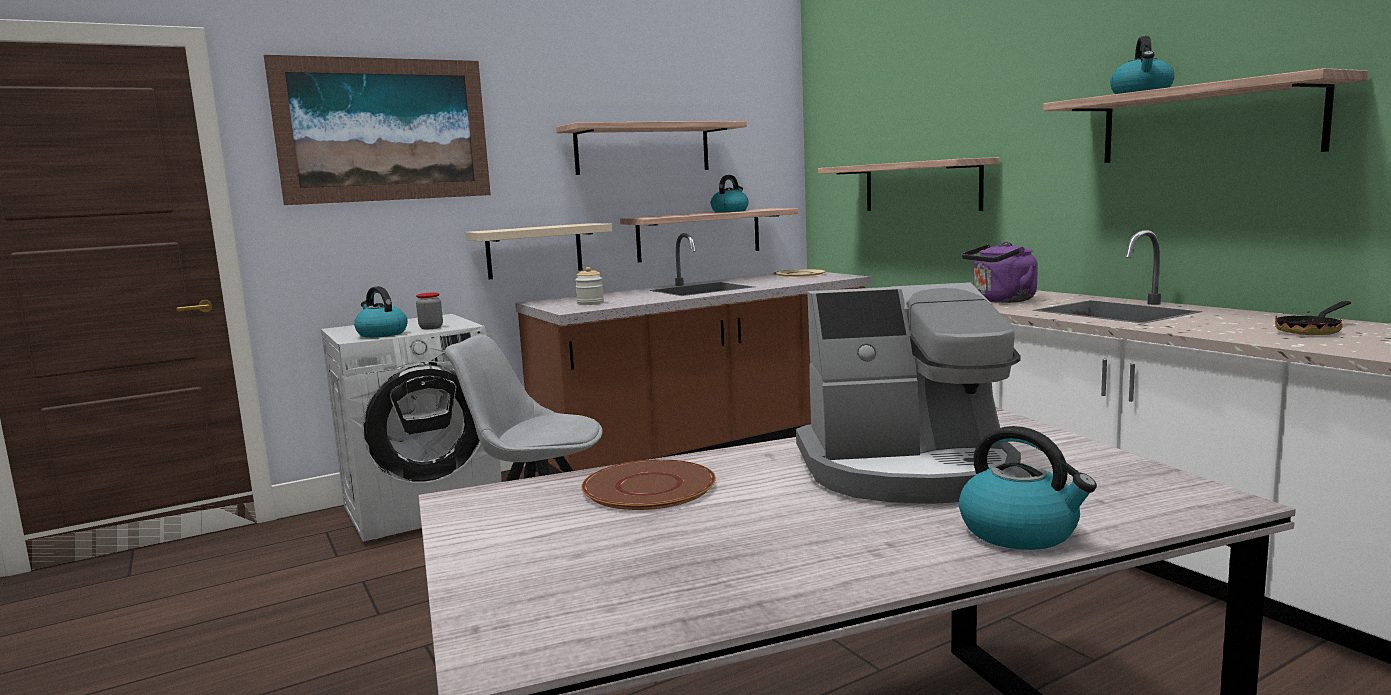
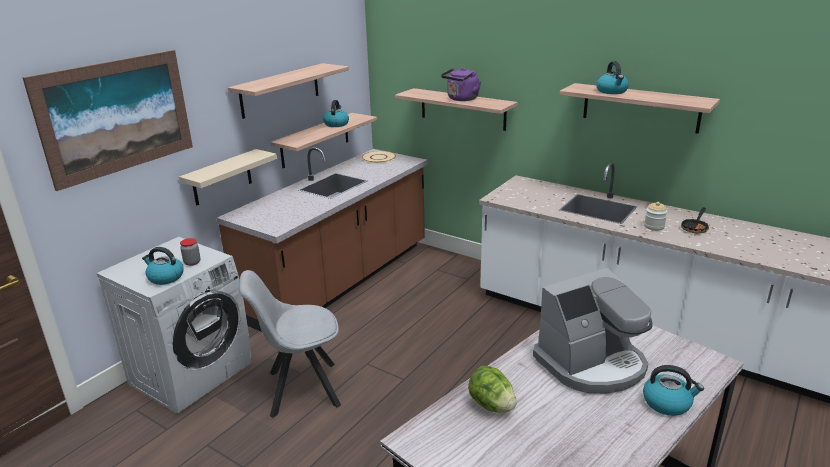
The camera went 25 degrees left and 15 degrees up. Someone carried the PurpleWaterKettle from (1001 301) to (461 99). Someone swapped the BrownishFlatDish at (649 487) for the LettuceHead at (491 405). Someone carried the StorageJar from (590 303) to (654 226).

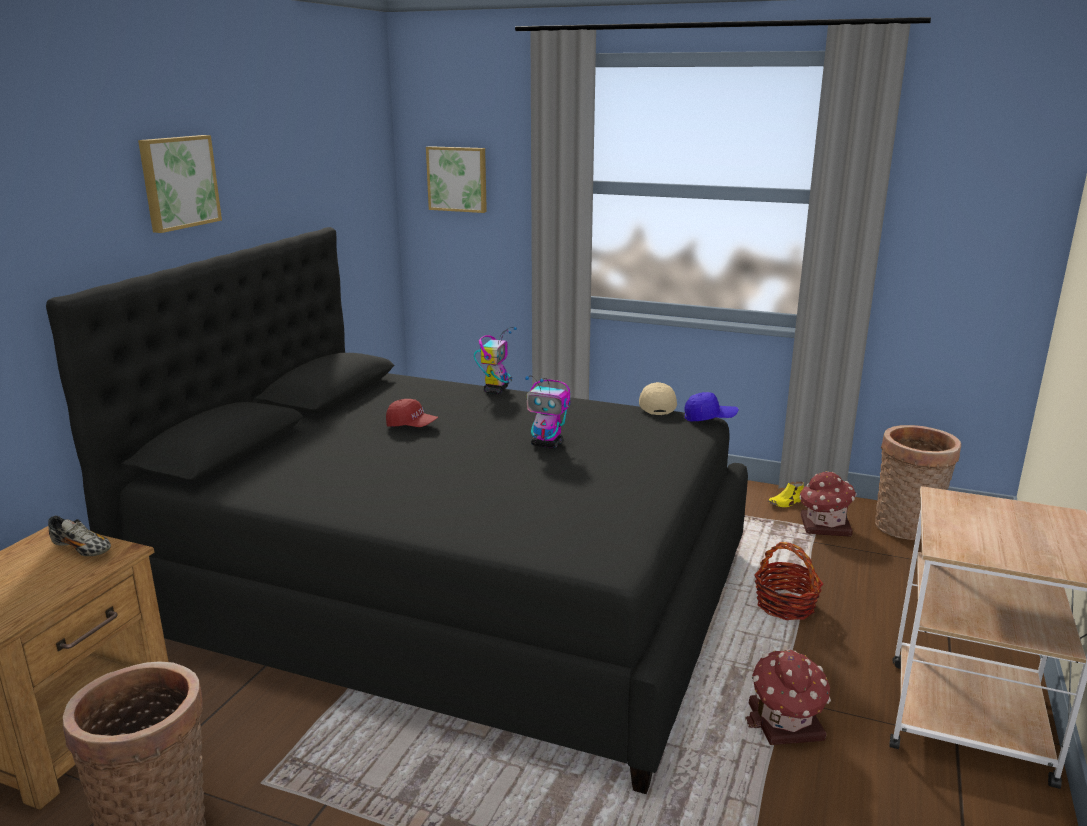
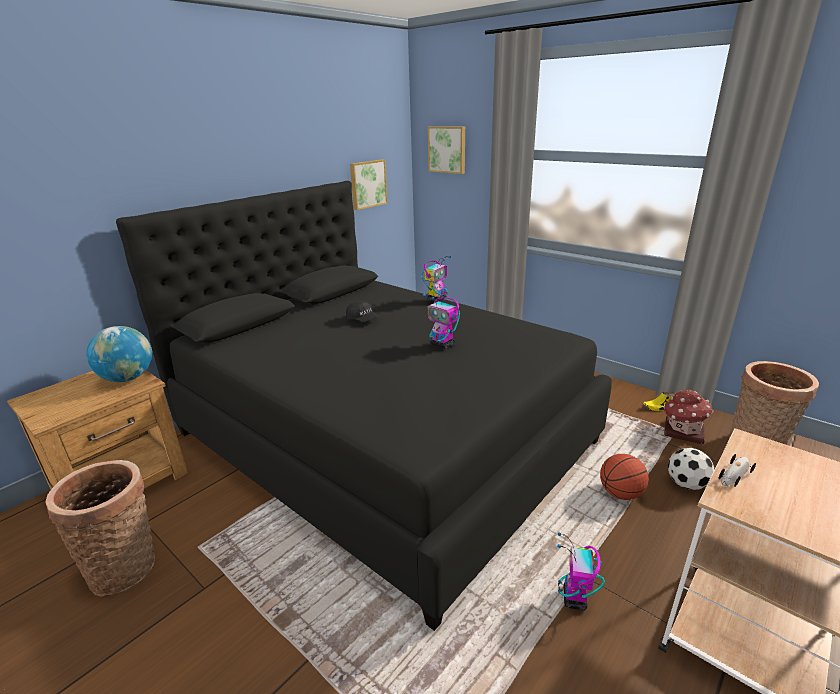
The camera went 20 degrees right and 5 degrees up. Someone swapped the LowShoe at (82 550) for the WorldGlobe at (128 378). Someone repainted the RedColouredCap at (412 426), which became the BlackCap at (363 320). Someone carried the WallPicture from (178 182) to (367 184). Someone swapped the ModelHouse at (785 723) for the ModelRobot at (574 599). Someone swapped the HouseholdBasket at (785 605) for the BasketballBall at (620 493). Someone put down the BallForFootball at (686 484). Someone put down the MiniatureCar at (734 475). Someone took away the BeigeCap at (656 406). Someone took away the BlueCap at (710 418).

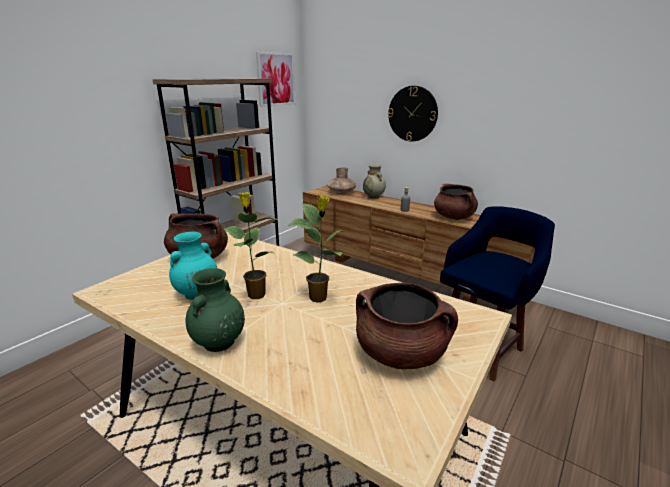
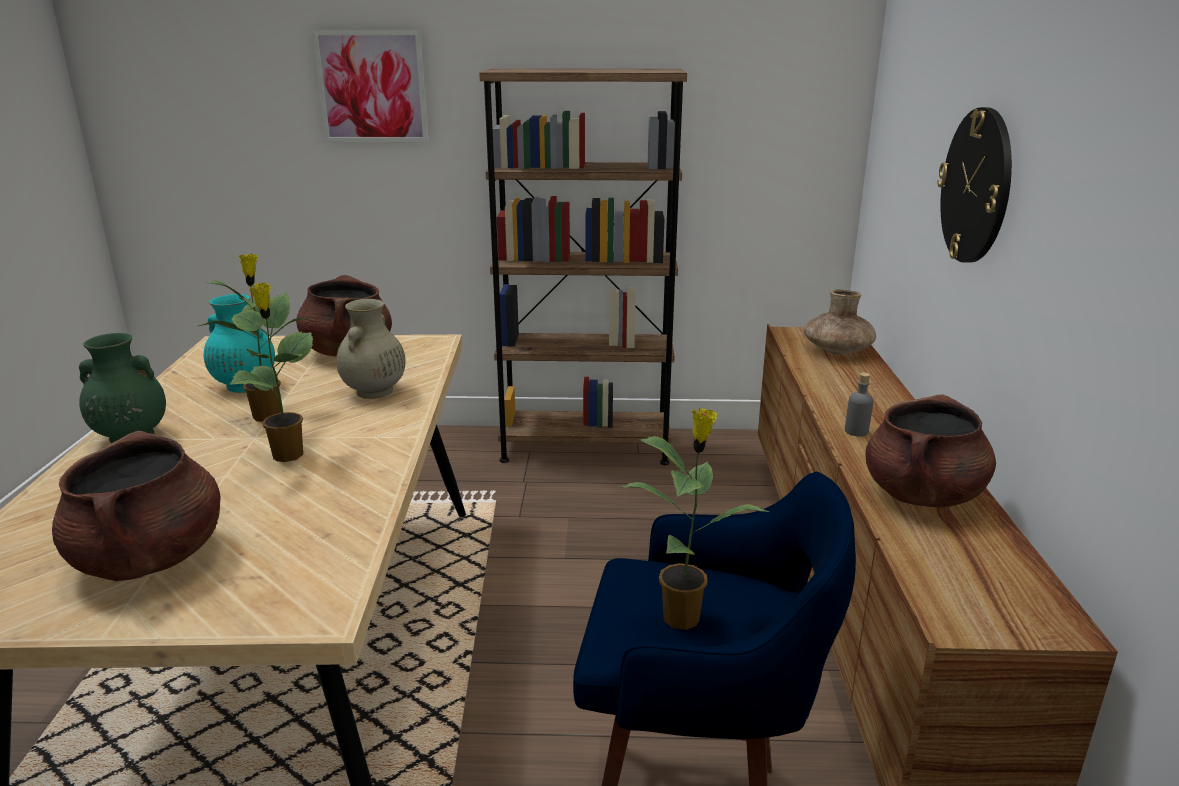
The camera went 55 degrees right and 0 degrees up. Someone carried the WallPicture from (276 79) to (372 87). Someone carried the BeigeVase from (374 196) to (374 392). Someone put down the PottedPlant at (683 616).

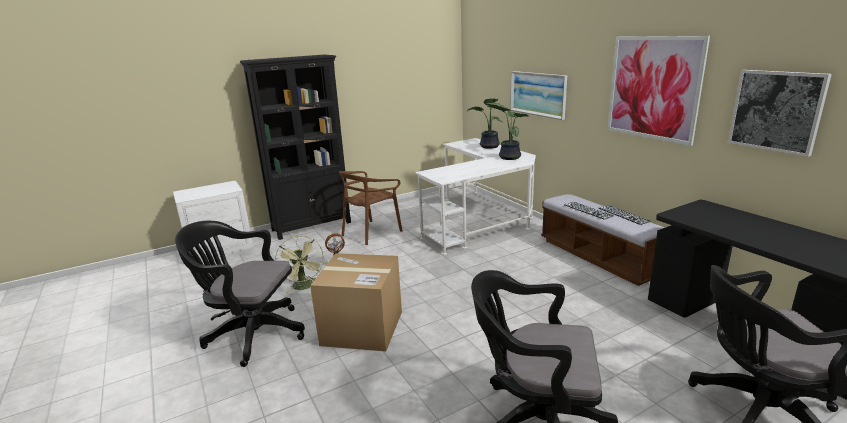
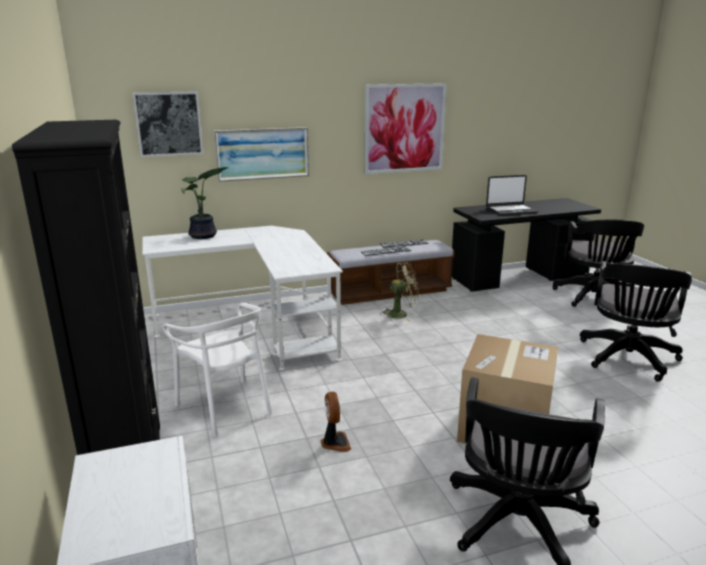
The camera went 80 degrees left and 0 degrees up. Someone carried the WallPicture from (776 111) to (168 124). Someone repainted the BrownishUprightChair at (371 232), which became the WhiteUprightChair at (225 407). Someone carried the GreenCoolingFan from (305 287) to (401 314). Someone put down the NotebookComputer at (511 210). Someone took away the PottedPlant at (508 157).

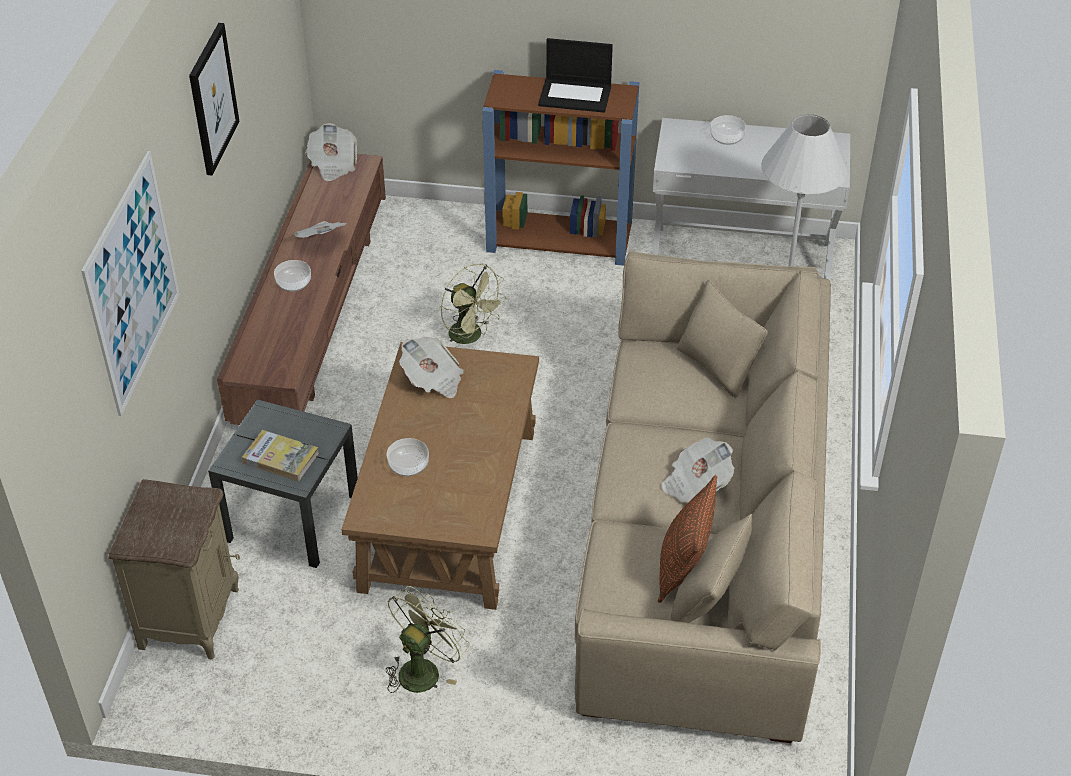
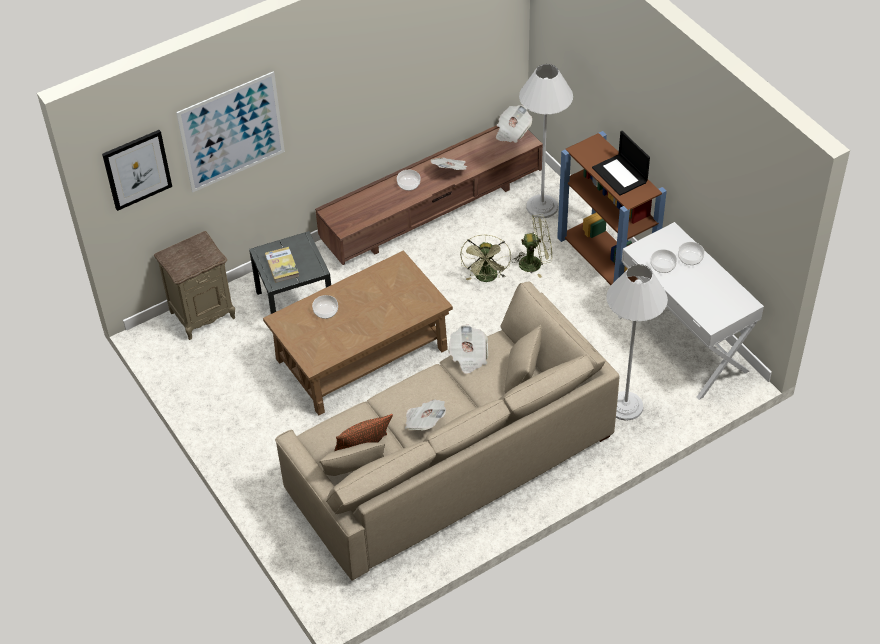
The camera went 50 degrees right and 5 degrees up. Someone carried the WallPicture from (212 99) to (137 169). Someone carried the DailyPaper from (433 380) to (468 357). Someone carried the GreenCoolingFan from (423 668) to (535 263). Someone put down the WhiteStandingLamp at (542 207). Someone put down the ServingBowl at (663 266).

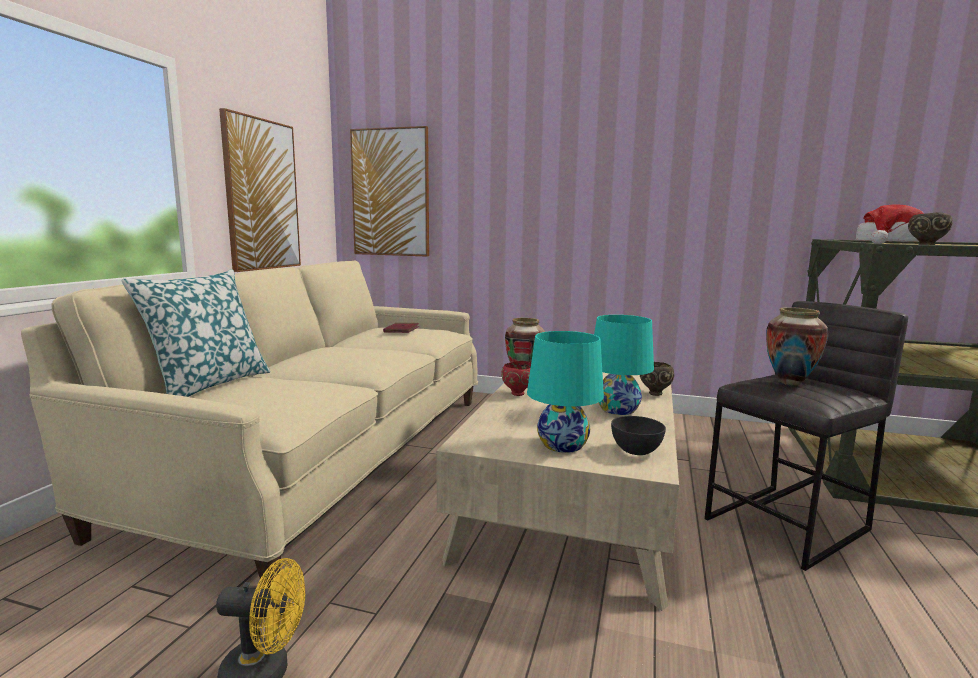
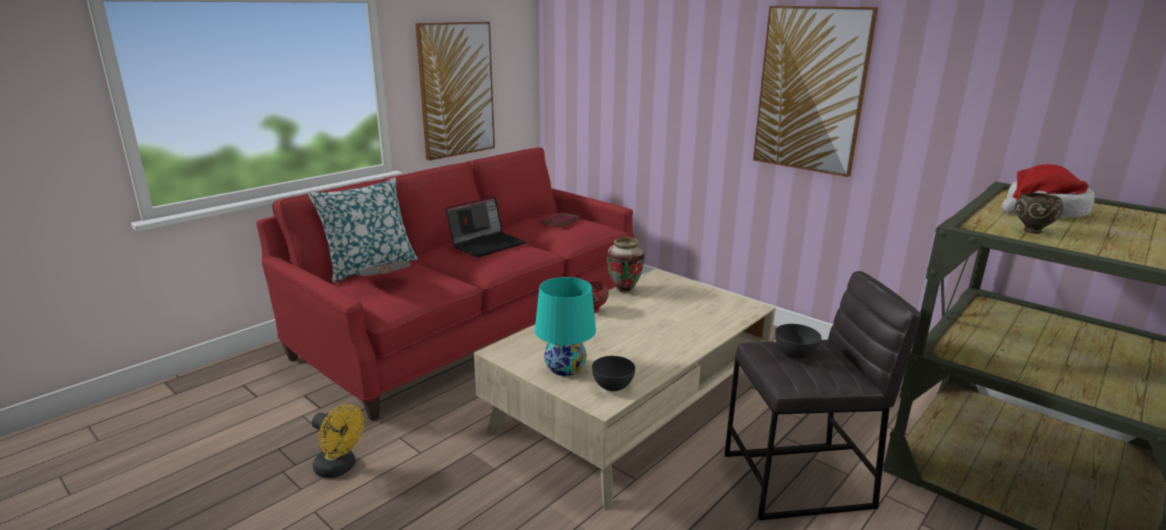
The camera went 25 degrees right and 10 degrees up. Someone repainted the BeigeSettee at (325 453), which became the RedColouredSettee at (474 323). Someone put down the DailyPaper at (384 283). Someone put down the NotebookComputer at (487 244). Someone carried the WallPicture from (390 193) to (811 90). Someone swapped the Vase at (789 383) for the GrayServingBowl at (795 354). Someone took away the BlueGreenTabletopLamp at (617 409). Someone took away the BrownishServingBowl at (654 393).

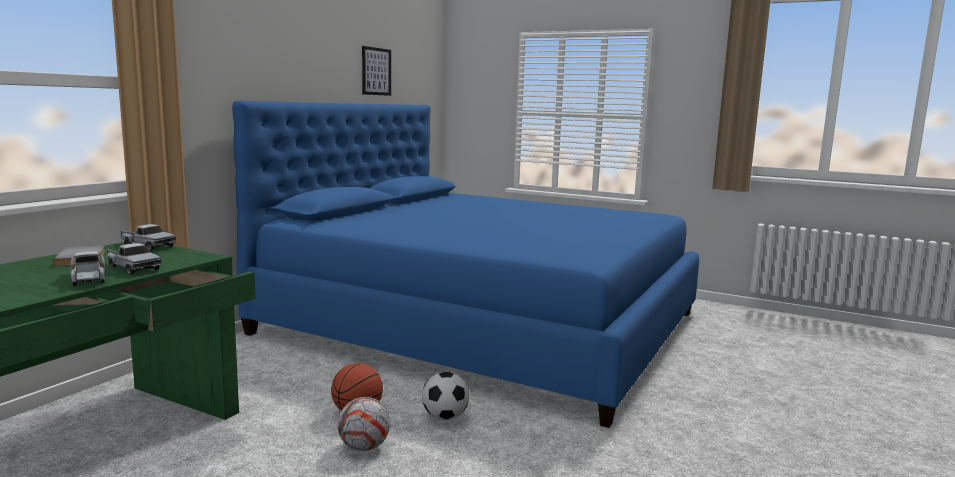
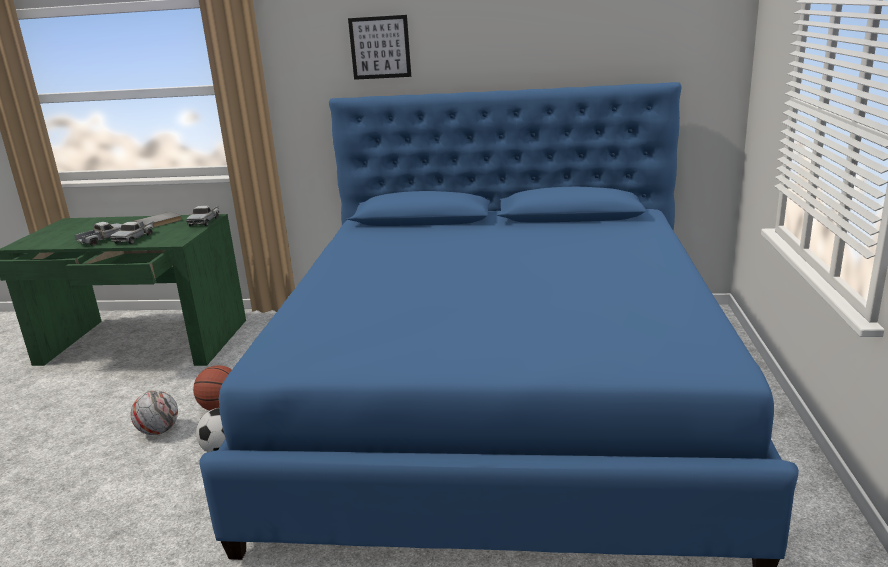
The camera went 70 degrees right and 10 degrees up. Someone carried the WallPicture from (376 71) to (380 47).

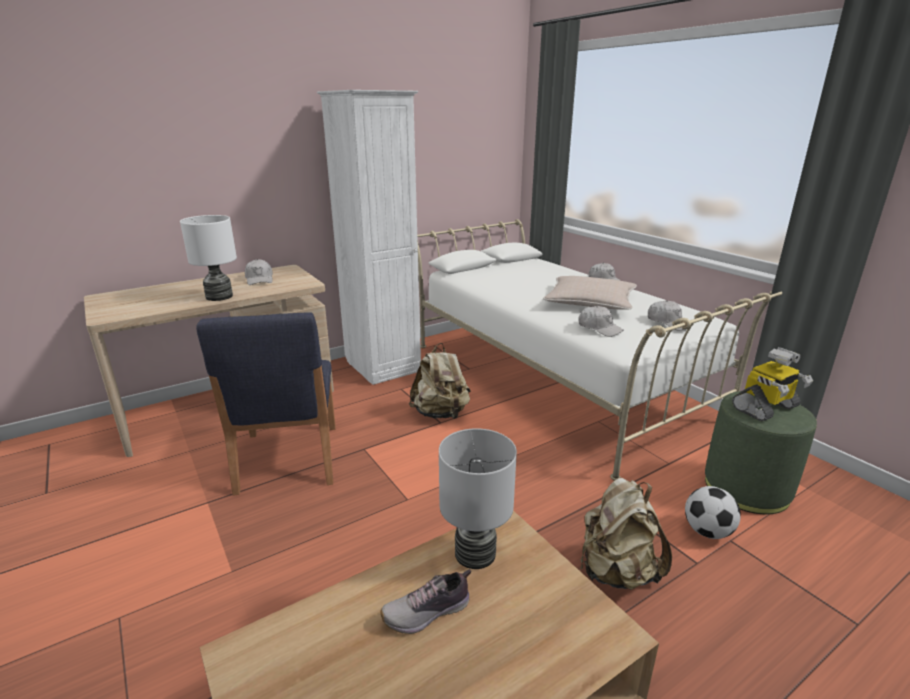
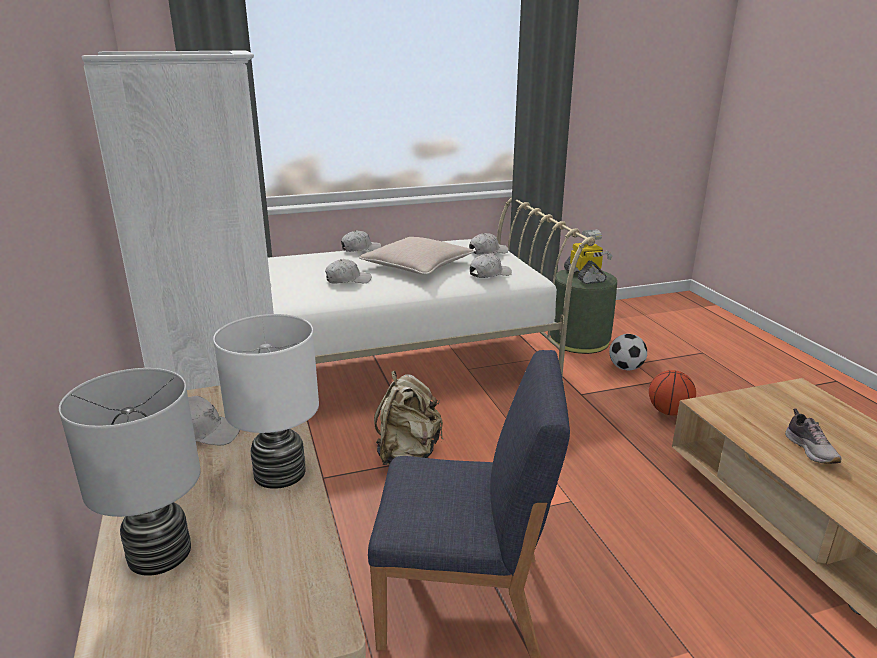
The camera went 75 degrees left and 0 degrees up. Someone carried the GrayTabletopLamp from (474 553) to (159 554). Someone put down the WhiteCap at (348 280). Someone swapped the BeigeRucksack at (616 571) for the BasketballBall at (668 412).

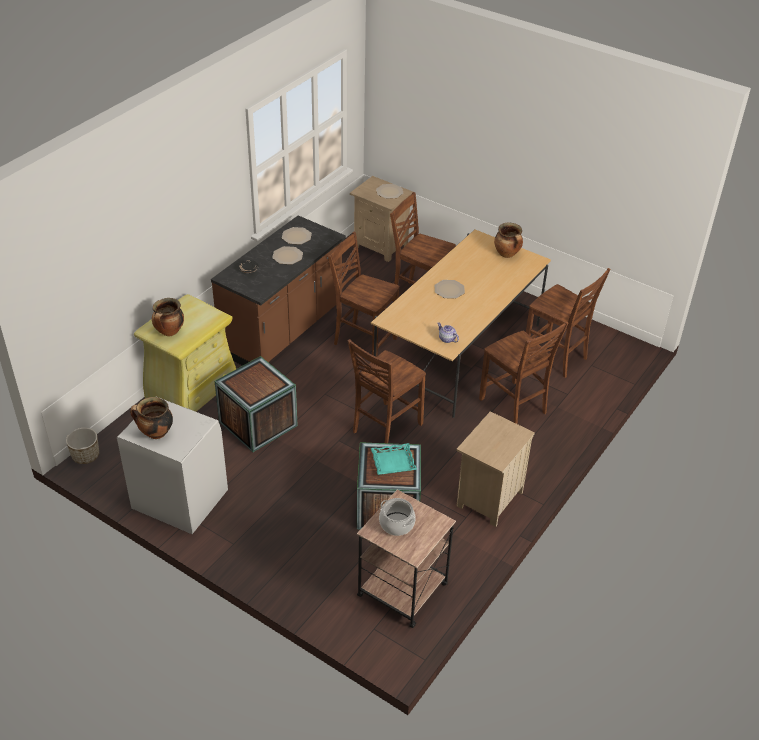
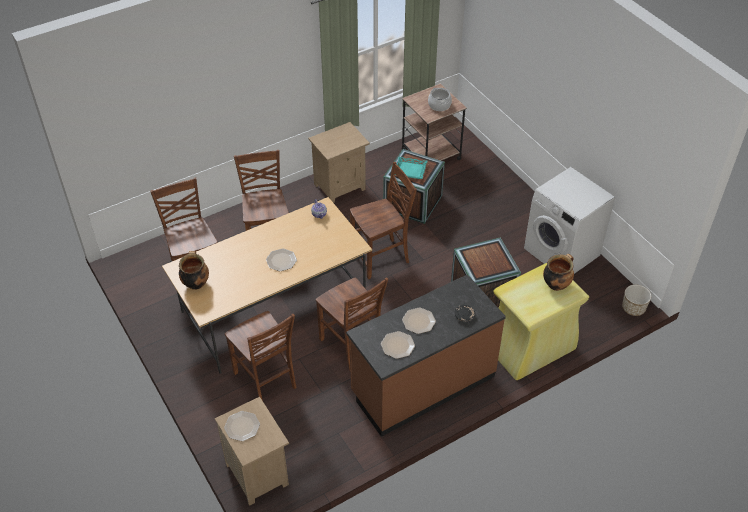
The camera went 155 degrees left and 5 degrees up. Someone took away the Stockpot at (155 433).

